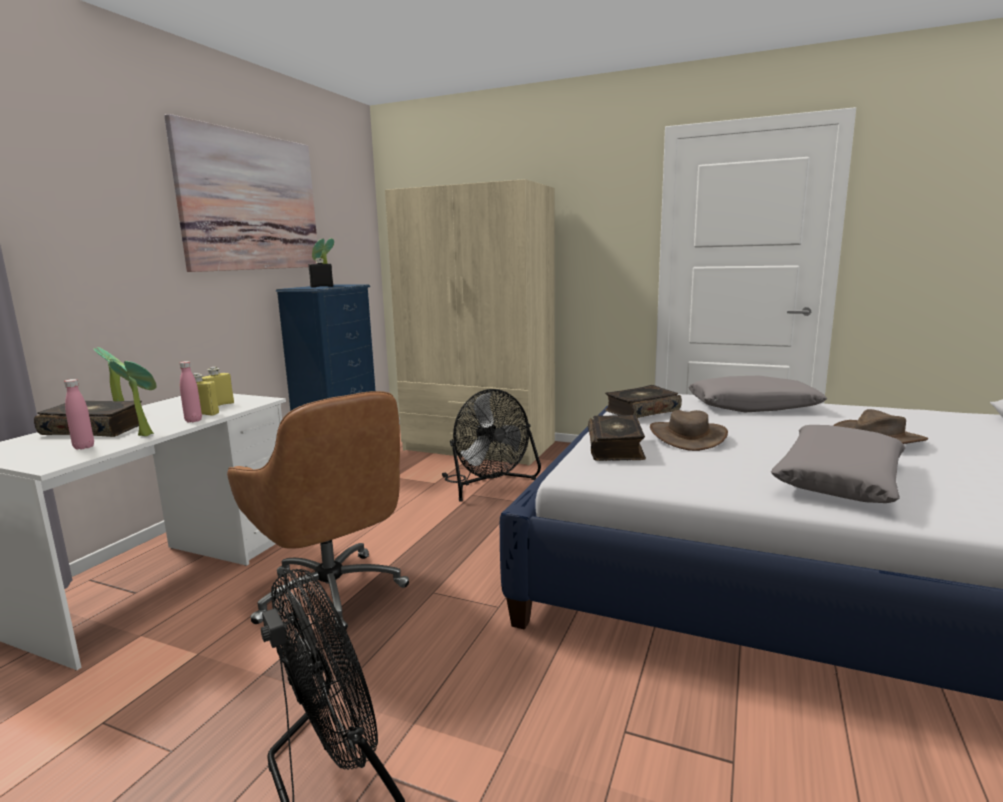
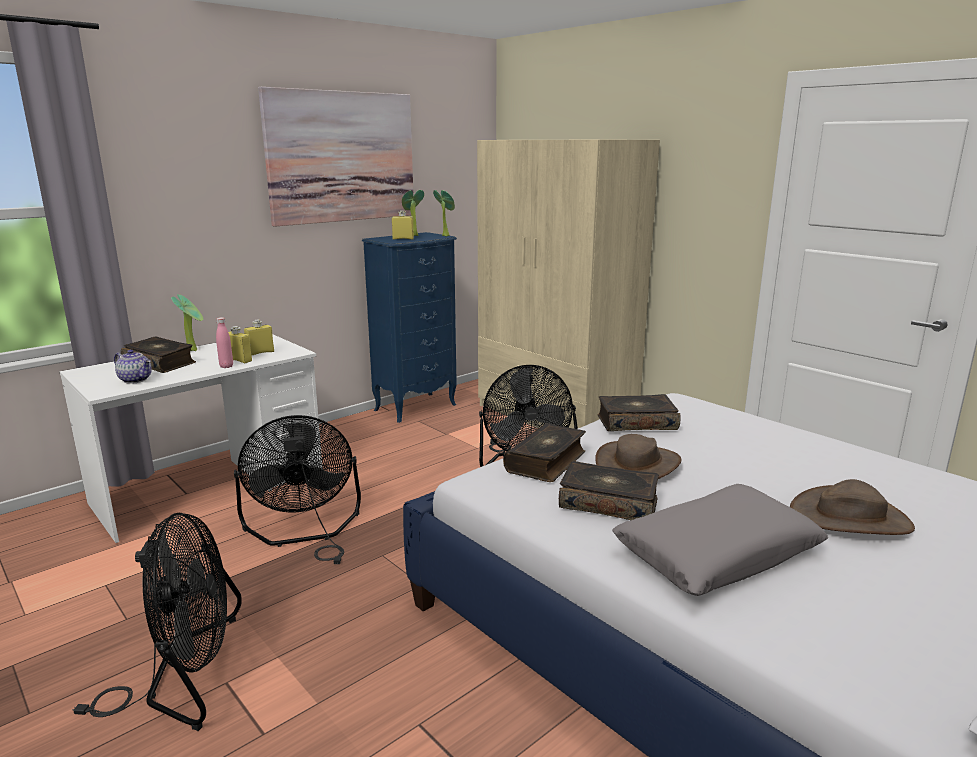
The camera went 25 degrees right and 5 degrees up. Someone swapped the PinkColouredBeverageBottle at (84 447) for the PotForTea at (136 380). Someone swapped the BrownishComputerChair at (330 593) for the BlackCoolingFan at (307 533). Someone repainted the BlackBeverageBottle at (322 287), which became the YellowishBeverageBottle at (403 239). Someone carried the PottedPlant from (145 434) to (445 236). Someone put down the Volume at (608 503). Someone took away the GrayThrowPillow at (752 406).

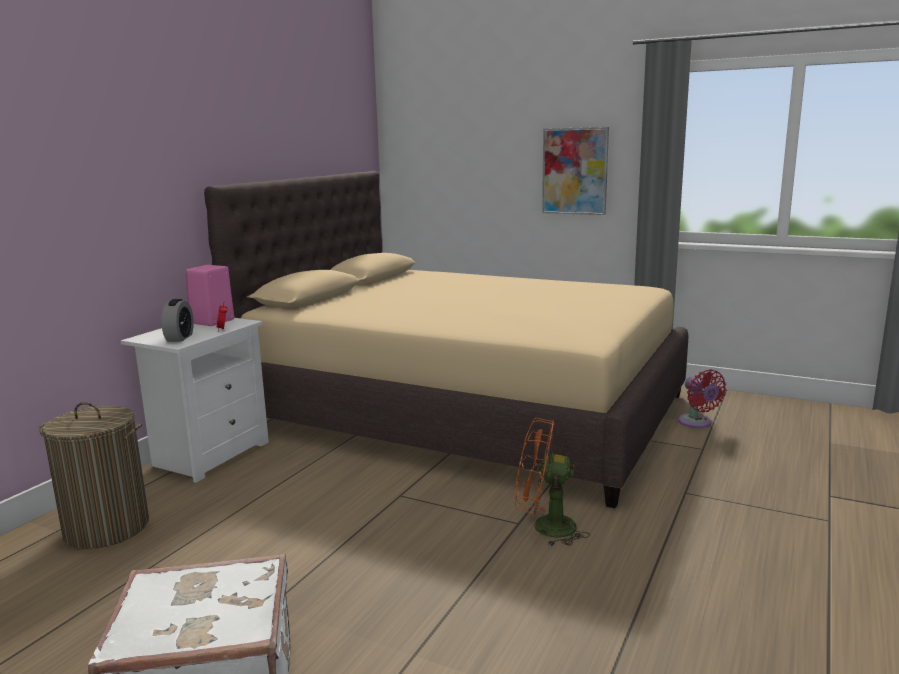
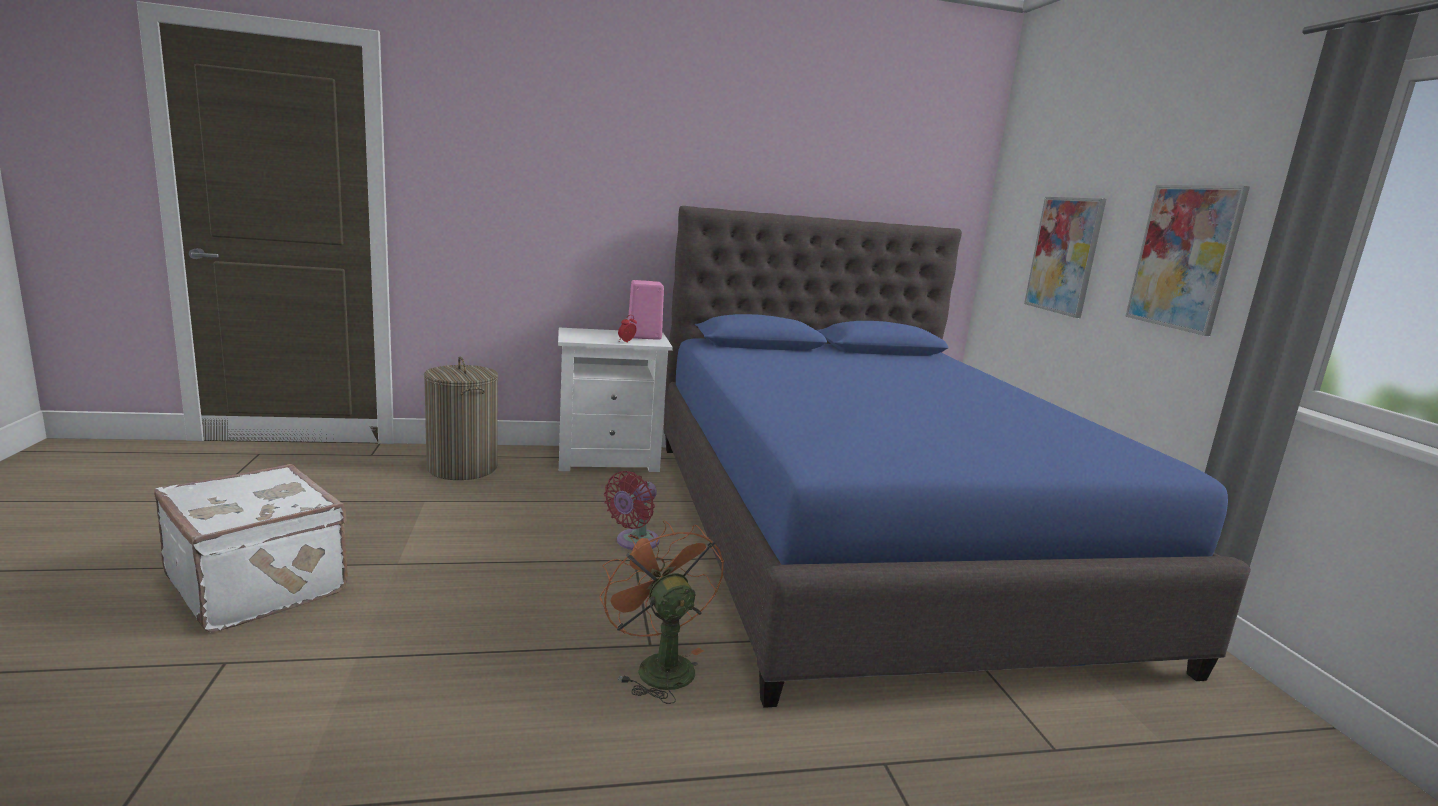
The camera went 50 degrees right and 0 degrees up. Someone carried the RedColouredCoolingFan from (697 423) to (634 542). Someone repainted the BeigeBed at (463 410), which became the BlueBed at (866 534). Someone put up the WallPicture at (1064 255). Someone took away the AlarmClock at (179 338).

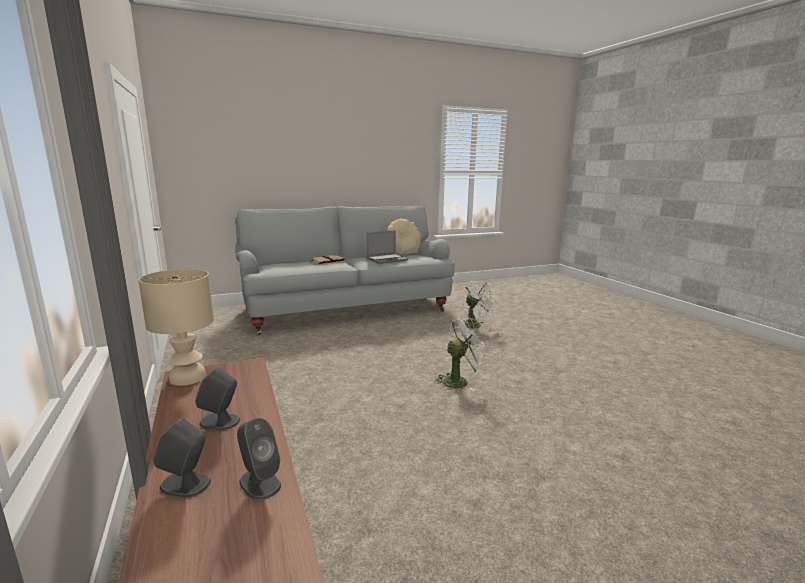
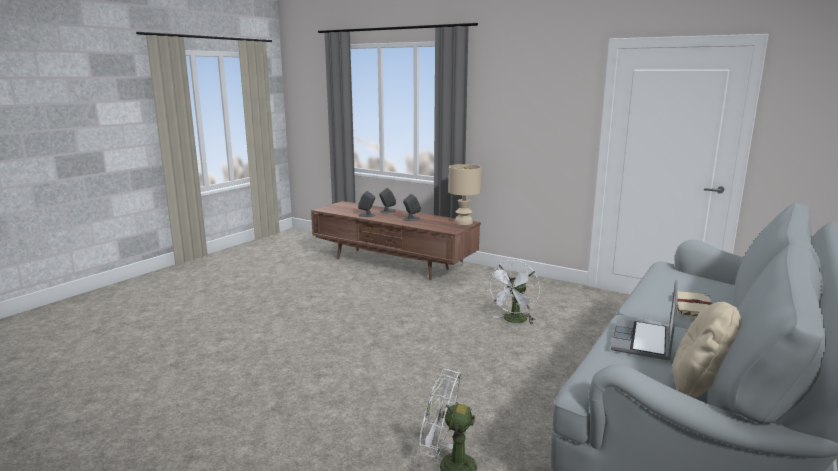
The camera went 145 degrees right and 0 degrees up. Someone carried the WhiteCoolingFan from (460 381) to (513 321).

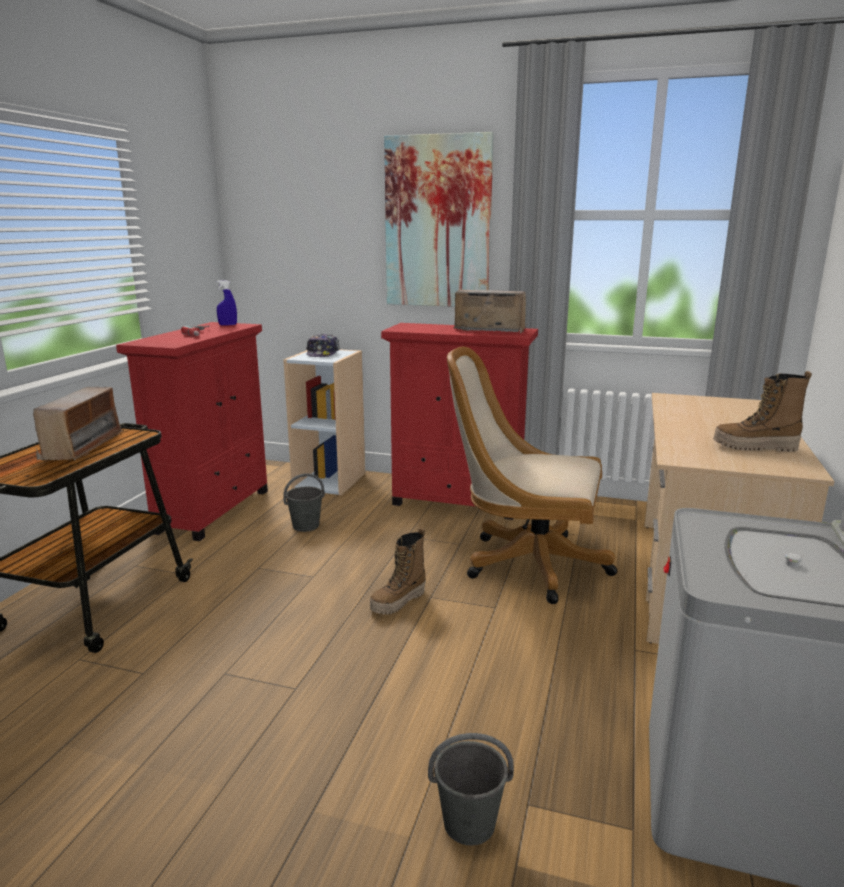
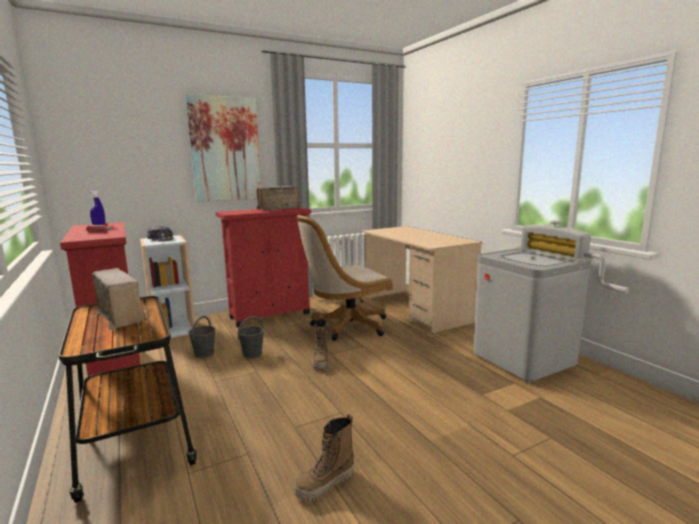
The camera went 45 degrees left and 5 degrees down. Someone carried the GrayBucket from (470 823) to (252 353). Someone carried the TallBoot from (755 447) to (325 484).

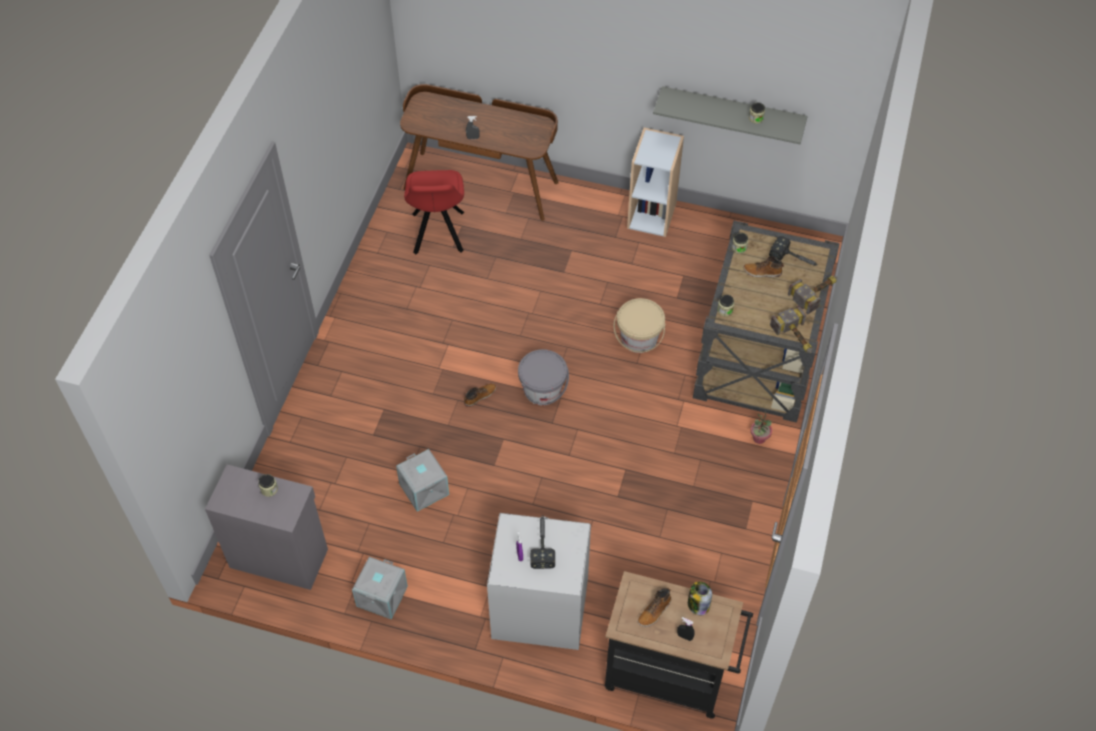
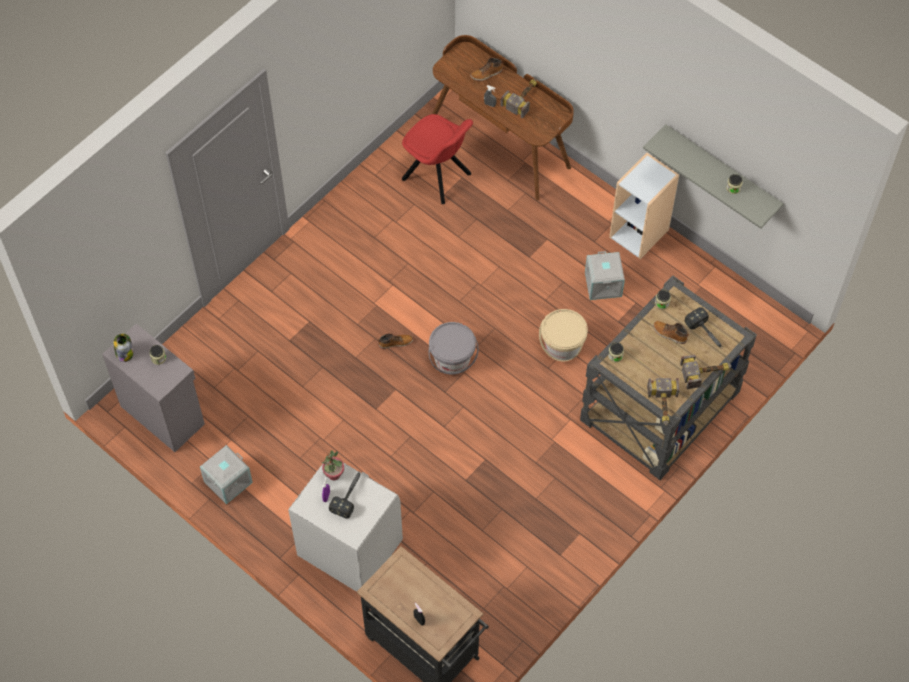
The camera went 25 degrees right and 5 degrees up. Someone carried the StorageJar from (698 604) to (124 353). Someone carried the PottedPlant from (759 438) to (334 474). Someone rotated the RedColouredUprightChair at (438 233) by 75 degrees counterclockwise. Someone carried the TallBoot from (654 611) to (486 74). Someone put down the HandHammer at (523 97). Someone carried the GrayStorageContainer from (425 489) to (604 284).

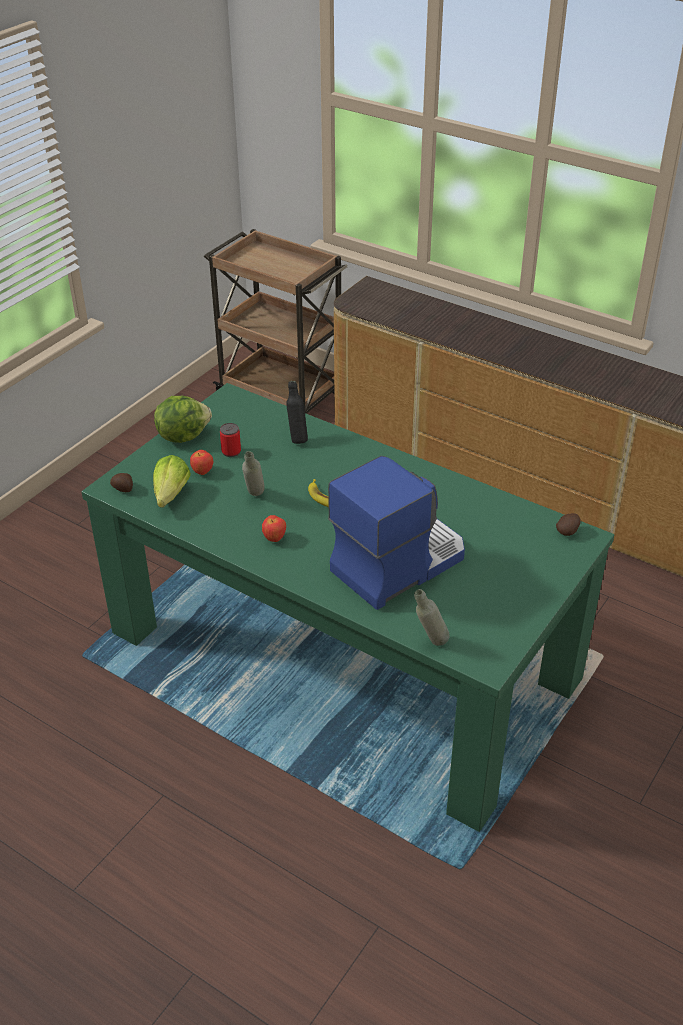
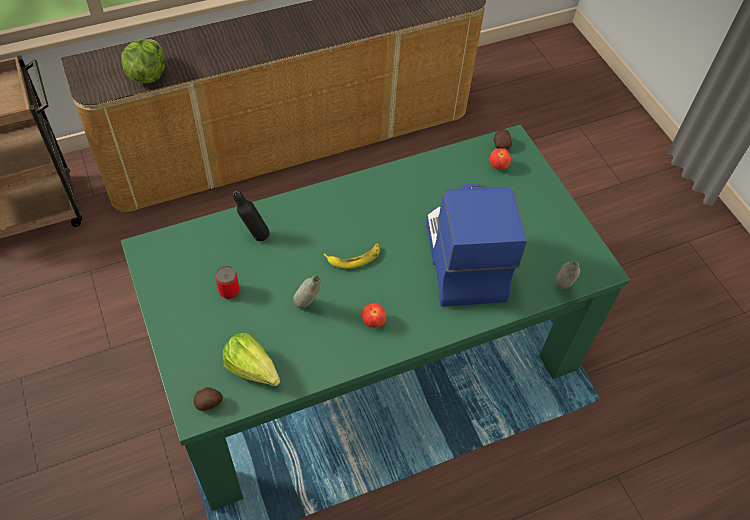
The camera went 60 degrees left and 15 degrees up. Someone carried the LettuceHead from (182 435) to (147 75). Someone carried the AppleFruit from (202 472) to (498 166).

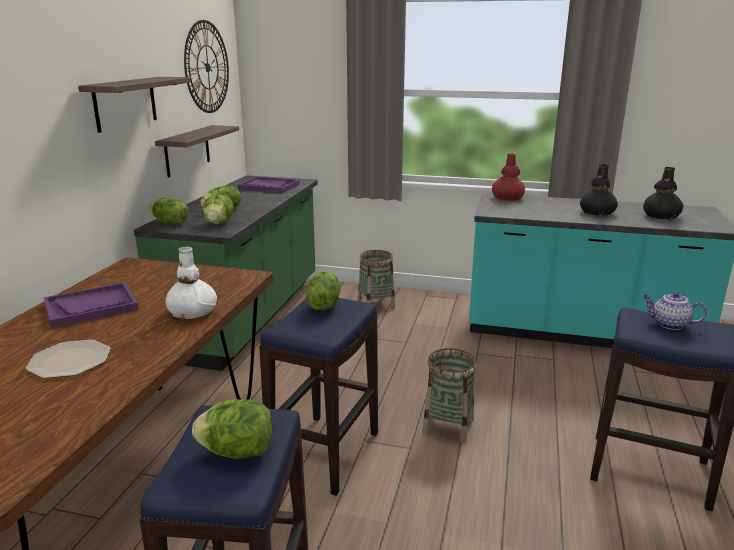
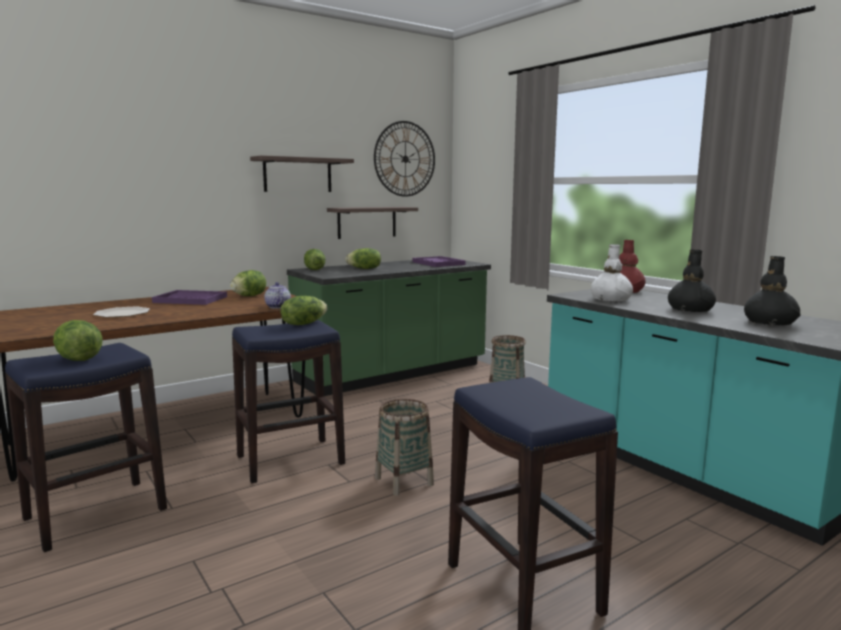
The camera went 40 degrees right and 10 degrees down. Someone carried the LettuceHead from (218 223) to (249 296). Someone carried the PotForTea from (669 324) to (277 307). Someone carried the WhiteVase from (192 312) to (610 300).

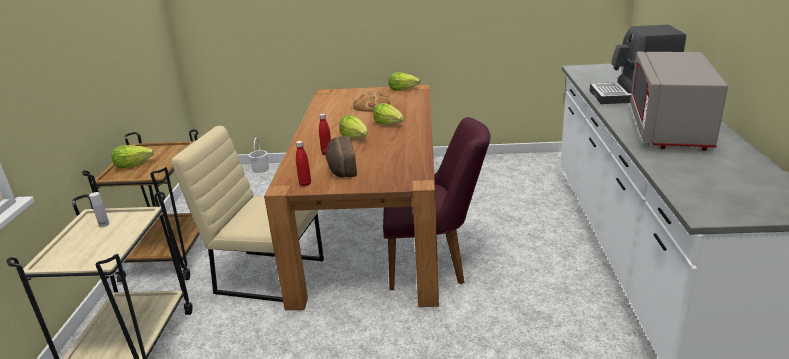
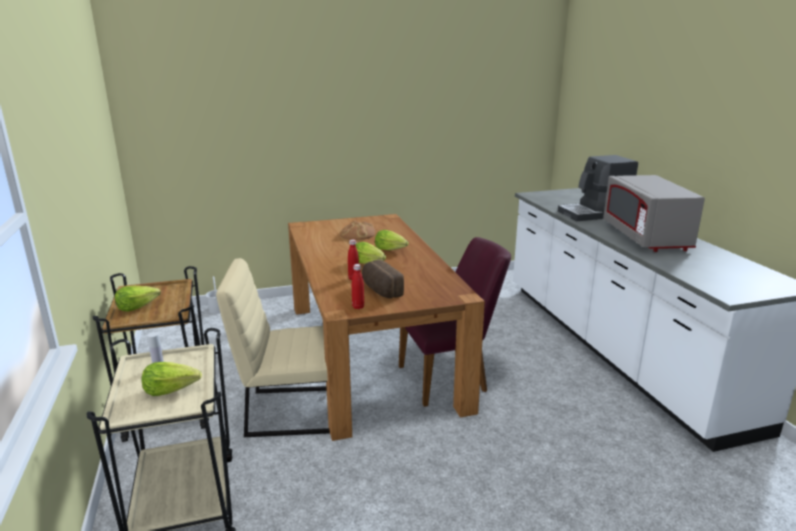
The camera went 20 degrees left and 5 degrees down. Someone carried the LettuceHead from (403 89) to (171 389).

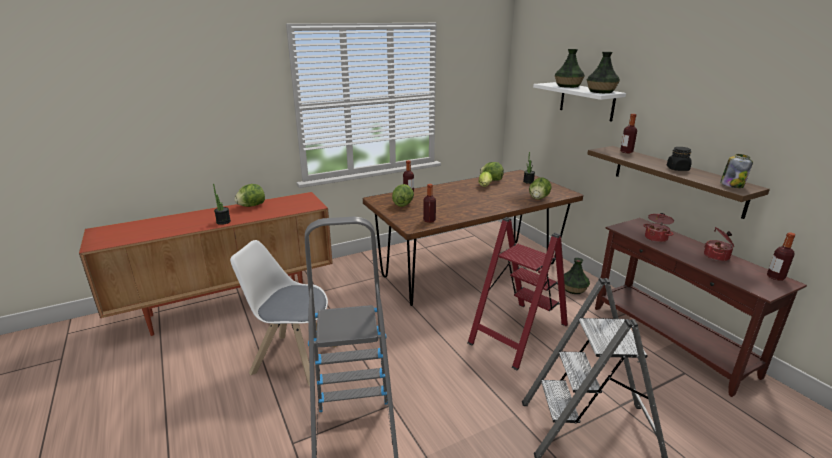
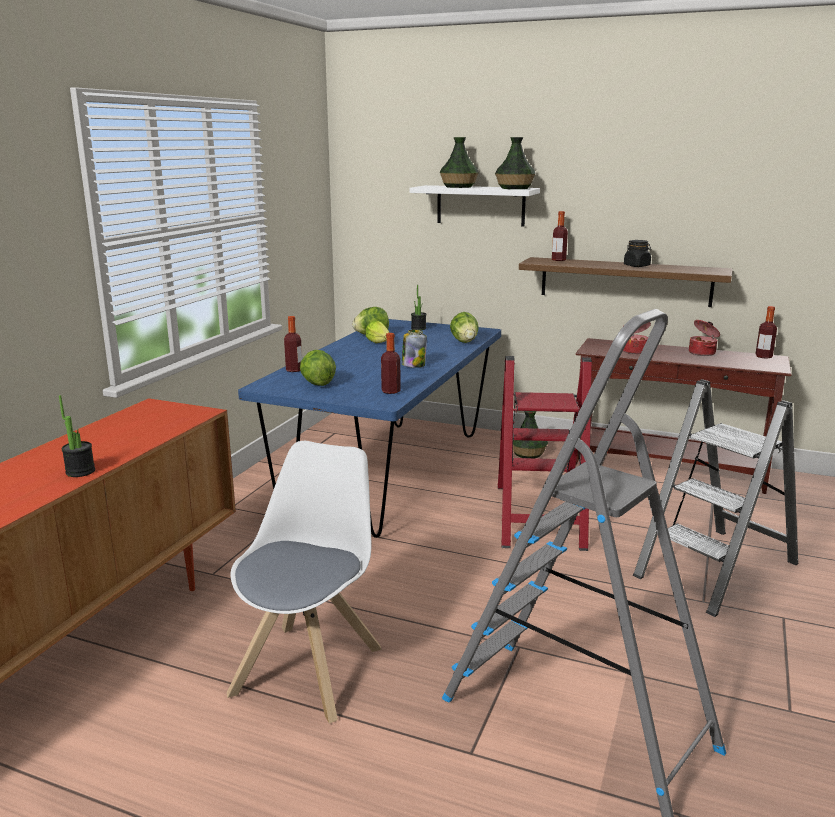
The camera went 40 degrees left and 5 degrees down. Someone rotated the UprightChair at (292 358) by 135 degrees clockwise. Someone repainted the BrownishDinnerTable at (469 270), which became the BlueDinnerTable at (388 472). Someone carried the StorageJar from (731 185) to (413 365). Someone took away the LettuceHead at (251 206).

